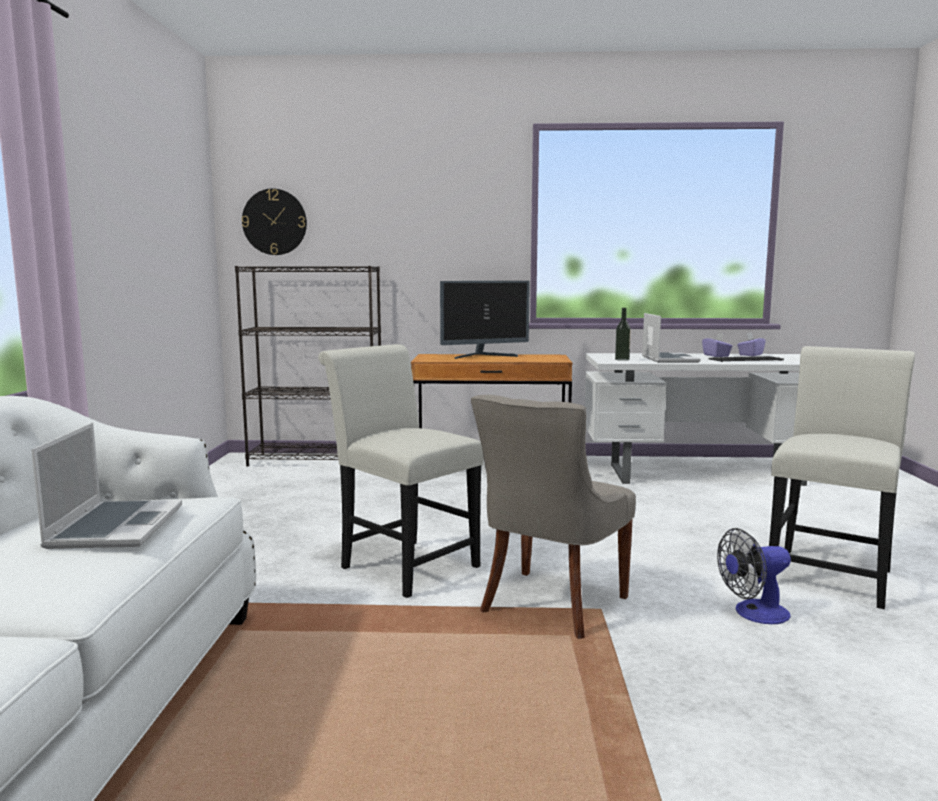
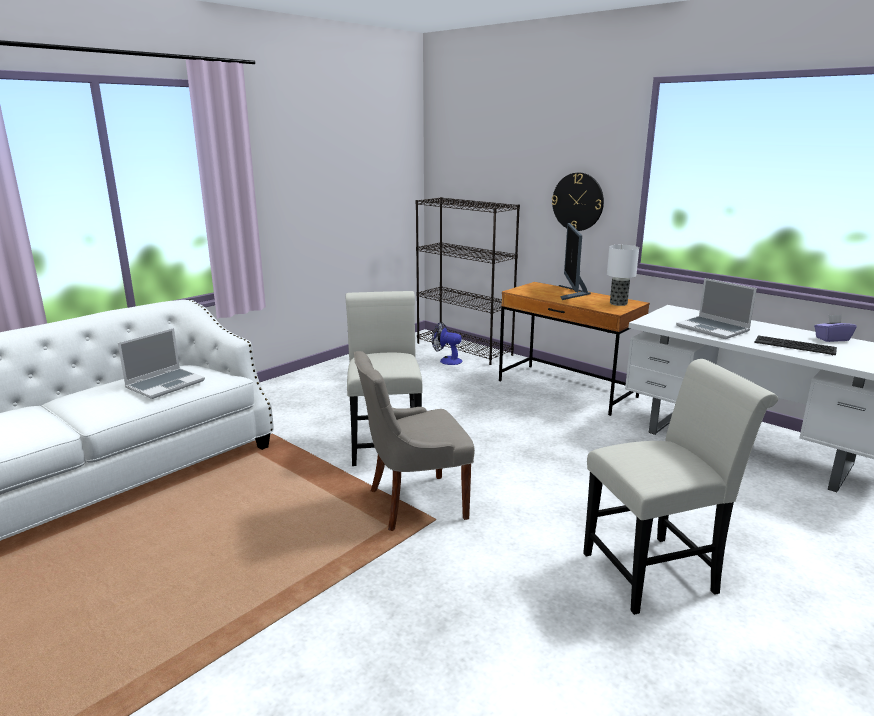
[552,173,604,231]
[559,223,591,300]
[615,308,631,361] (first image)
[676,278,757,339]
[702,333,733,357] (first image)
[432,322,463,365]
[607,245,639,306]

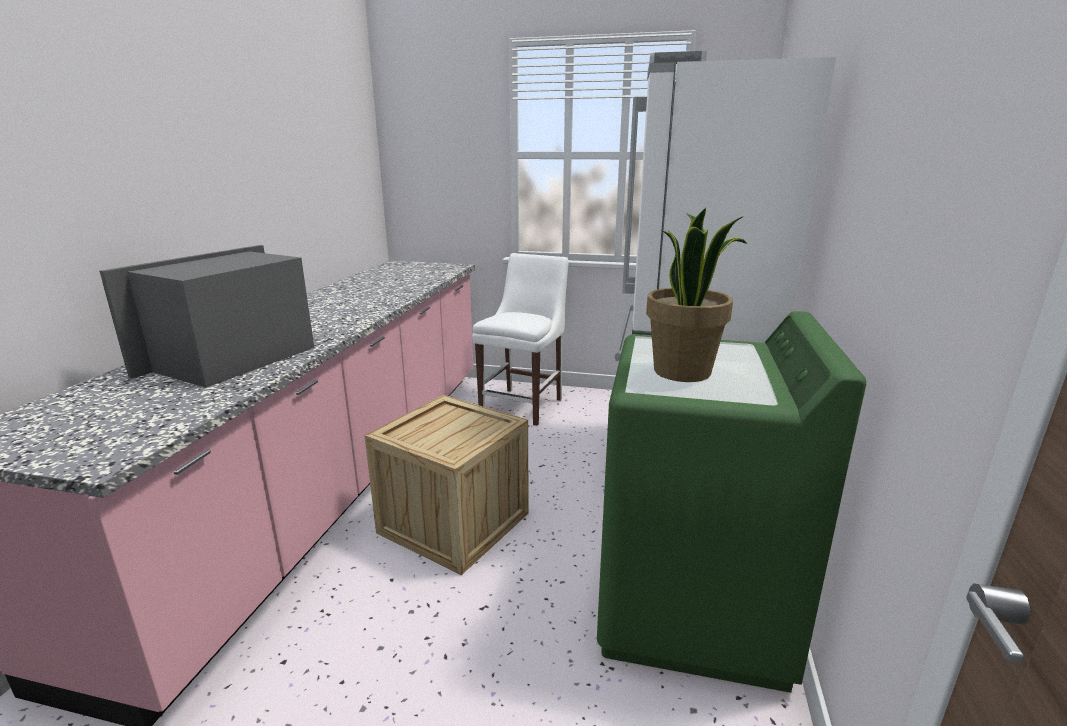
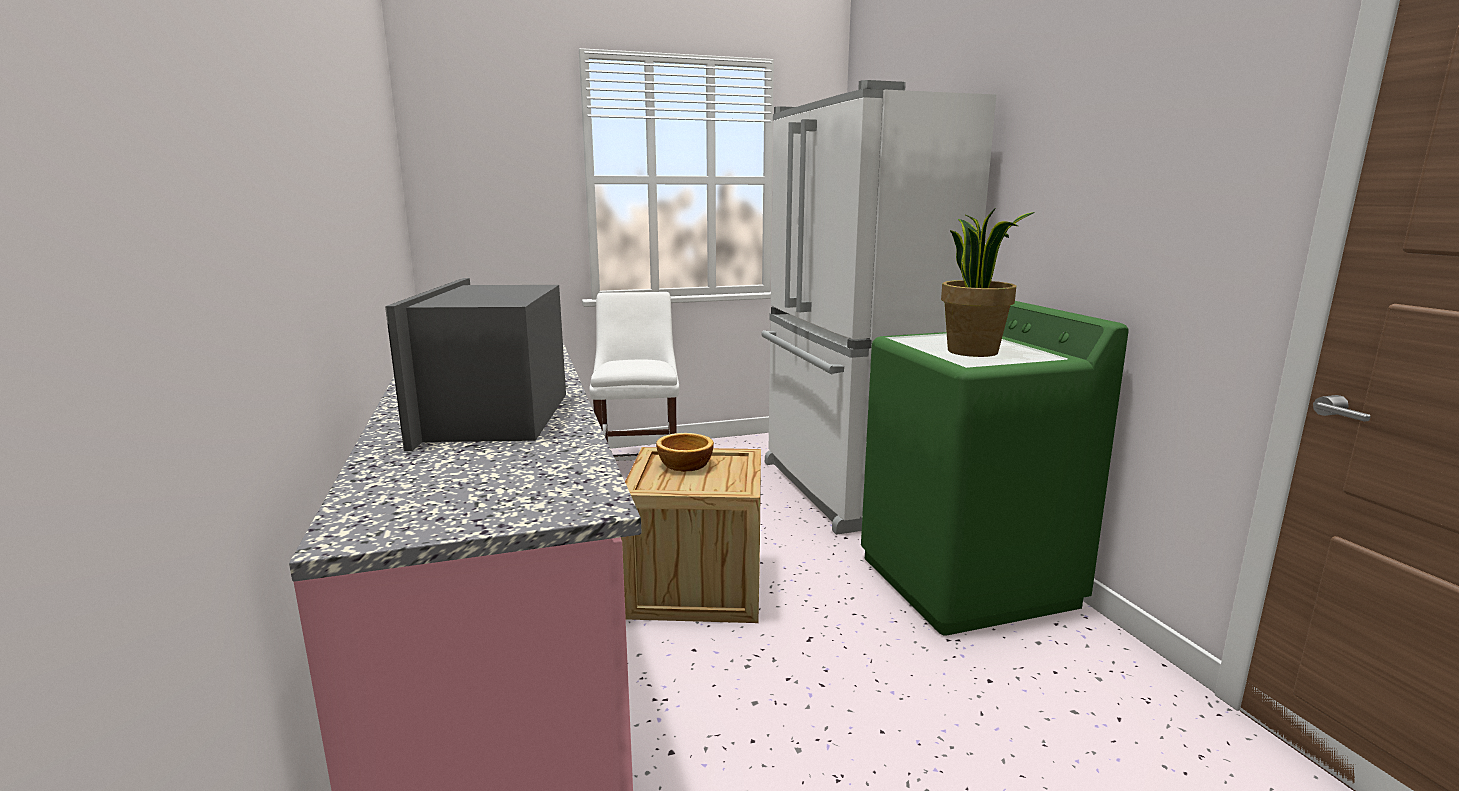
[656,433,714,472]

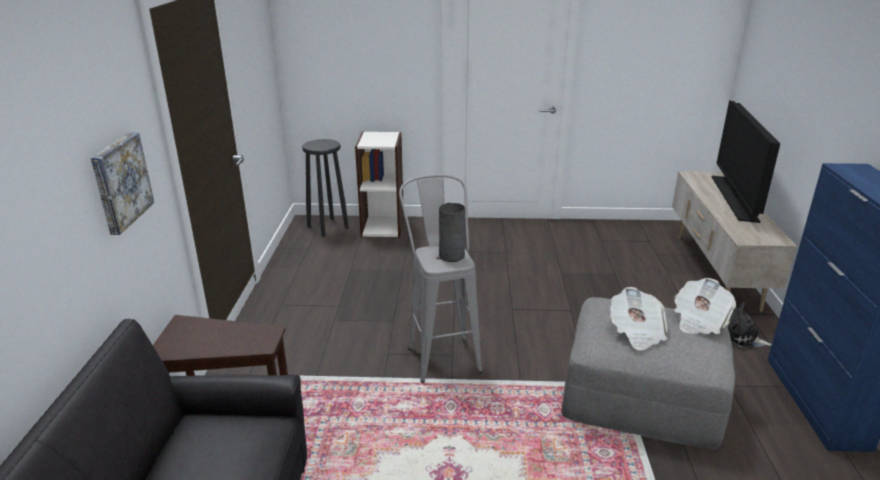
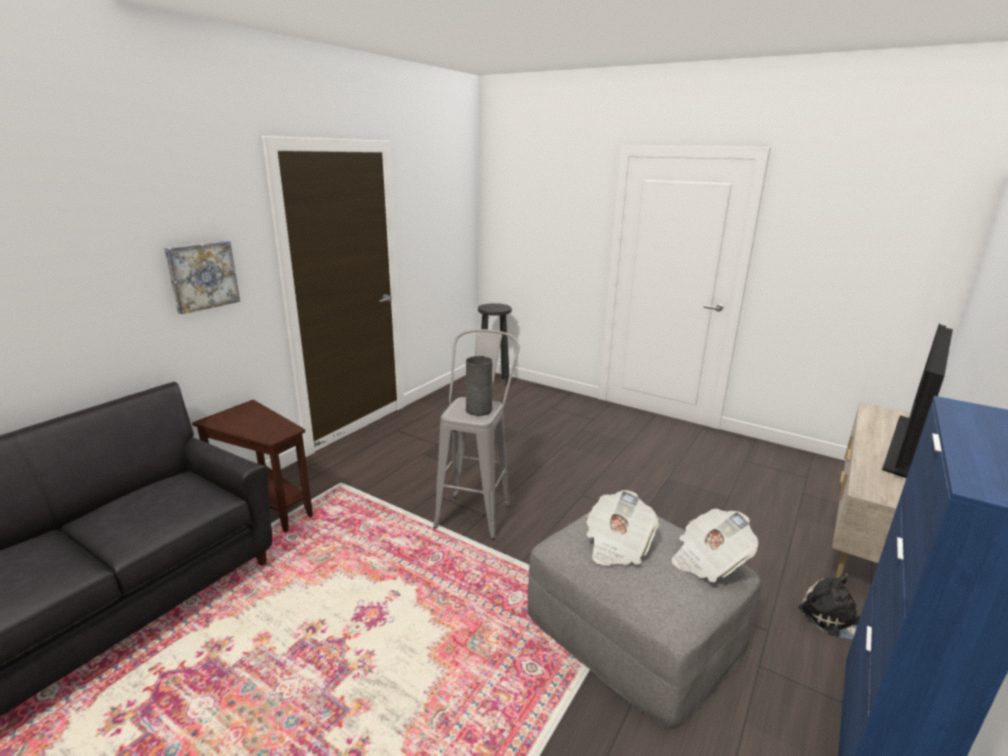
[355,132,404,237] (first image)

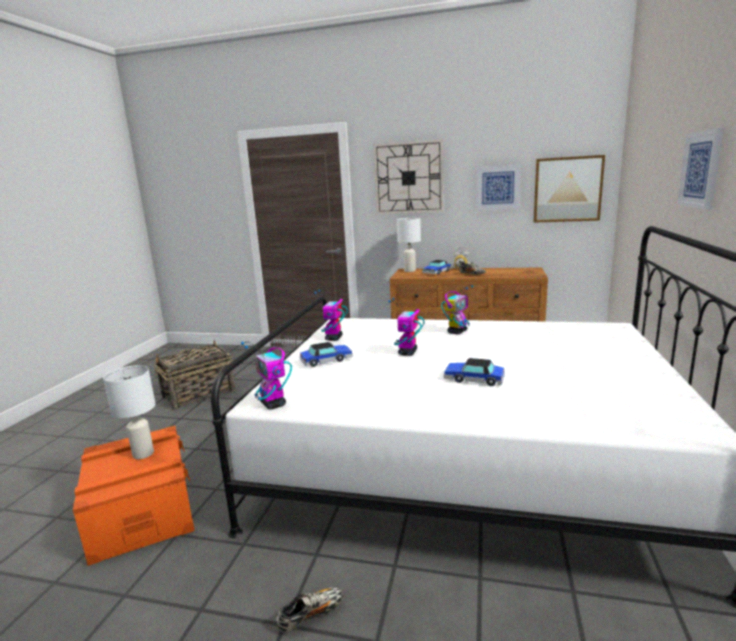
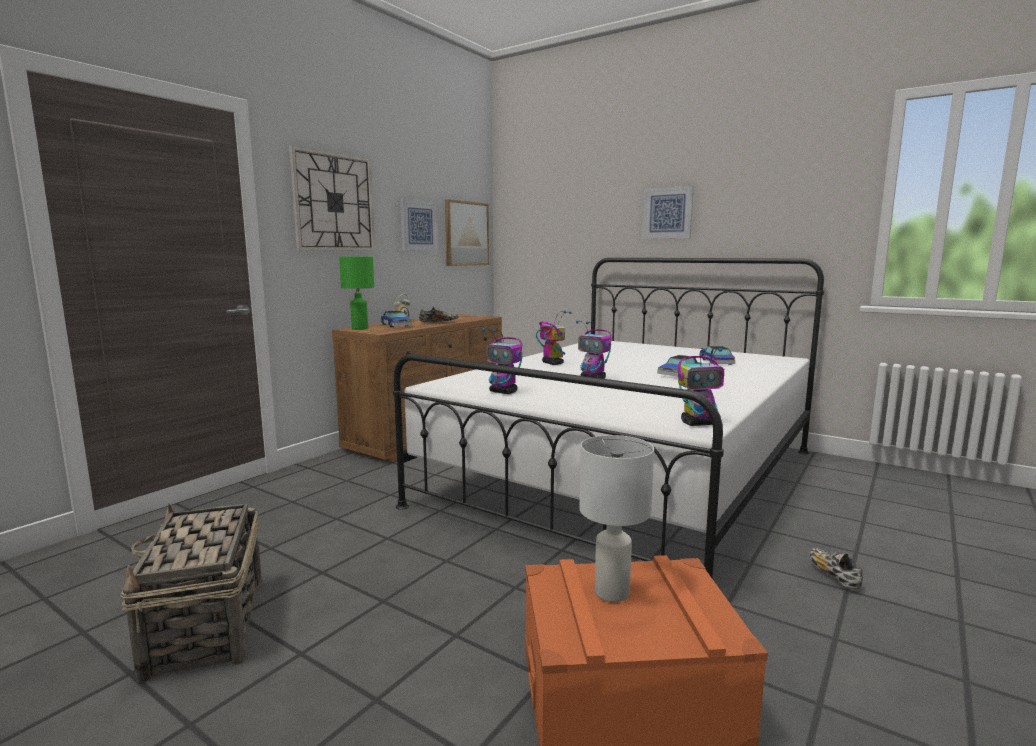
[699,346,735,365]
[339,257,374,330]

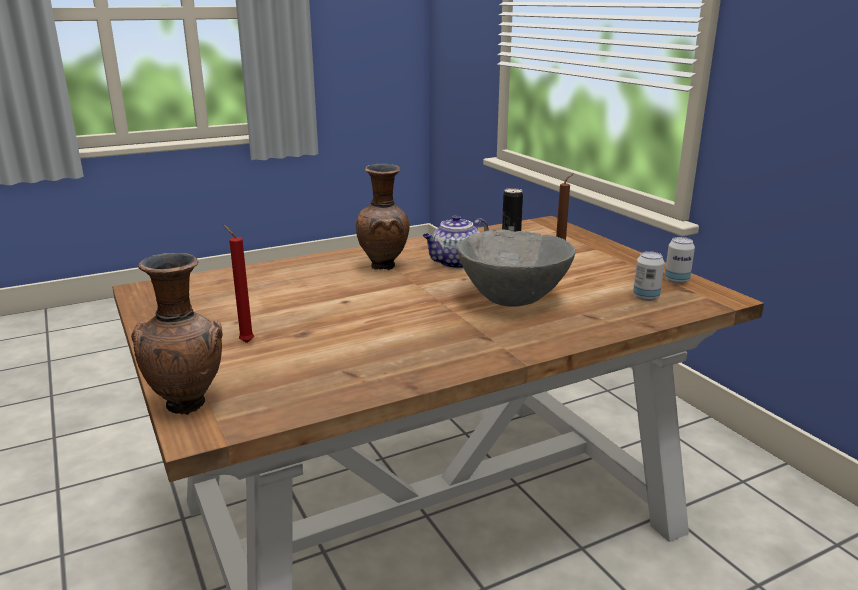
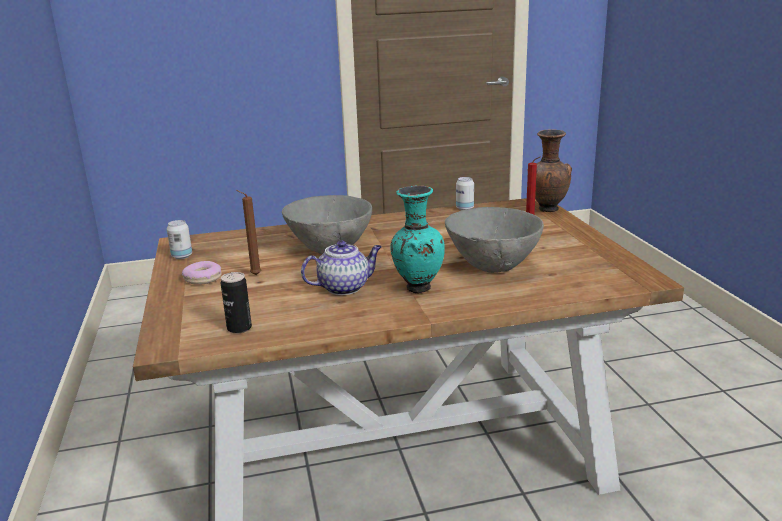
[390,186,445,294]
[456,177,474,210]
[182,261,222,285]
[445,207,544,273]

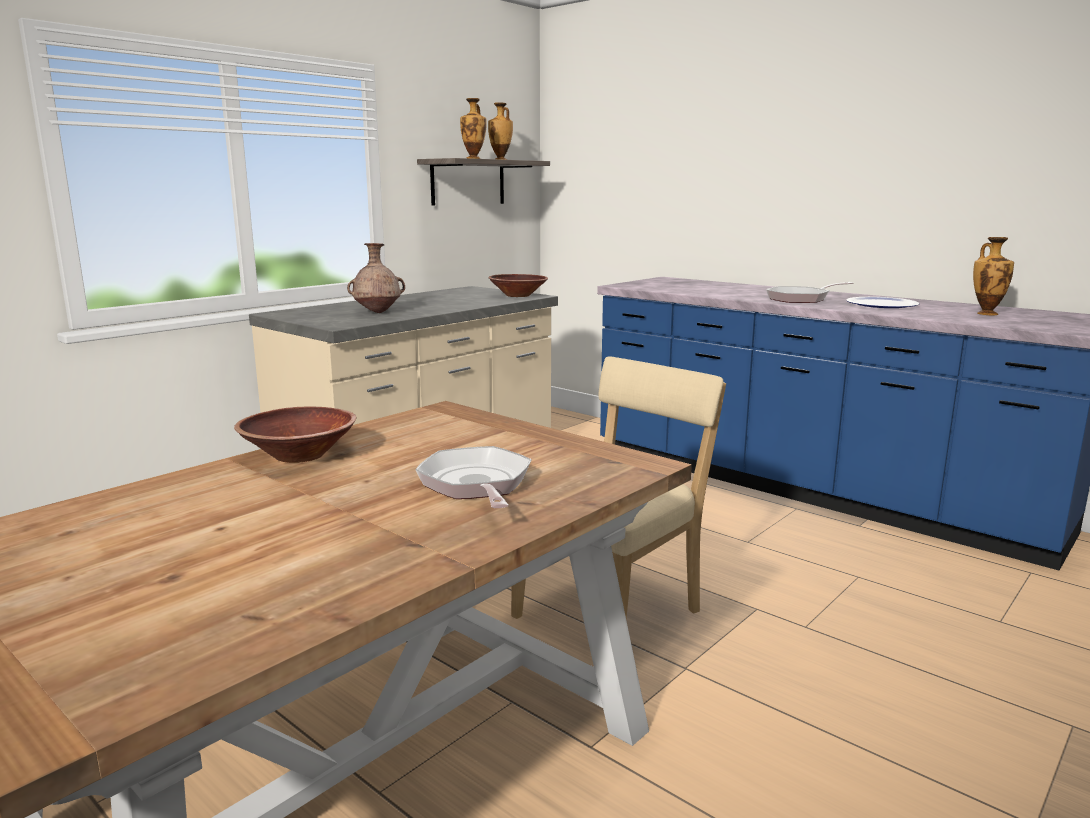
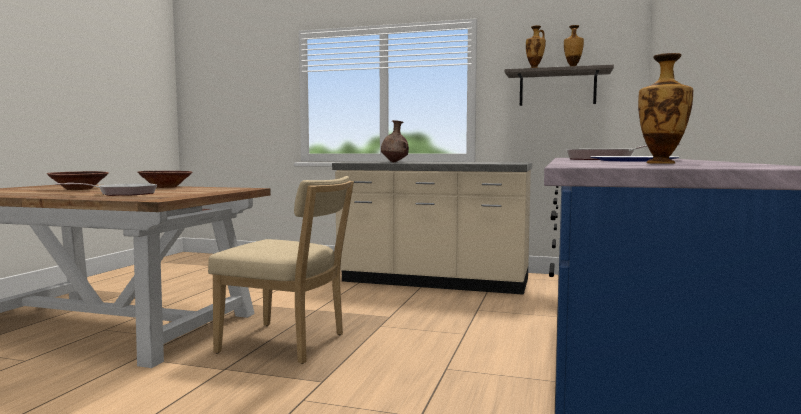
[47,171,109,190]

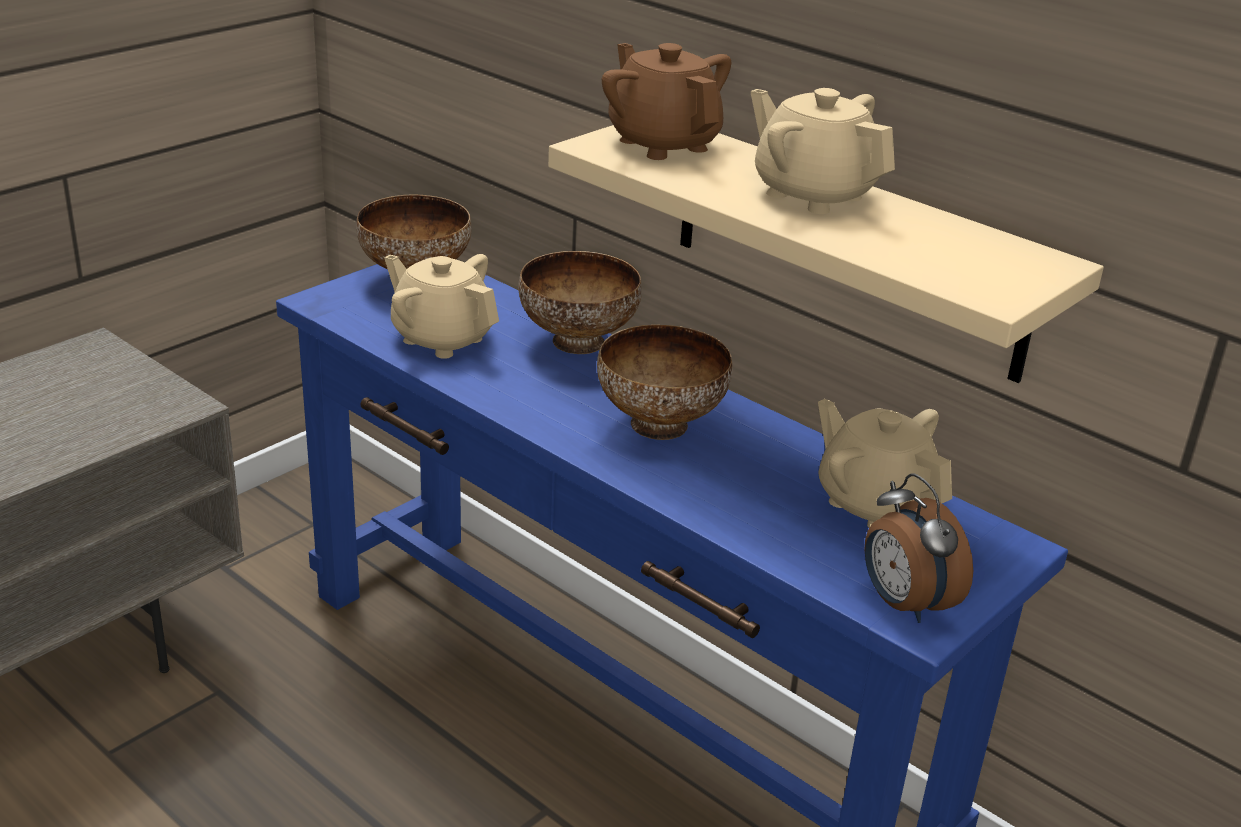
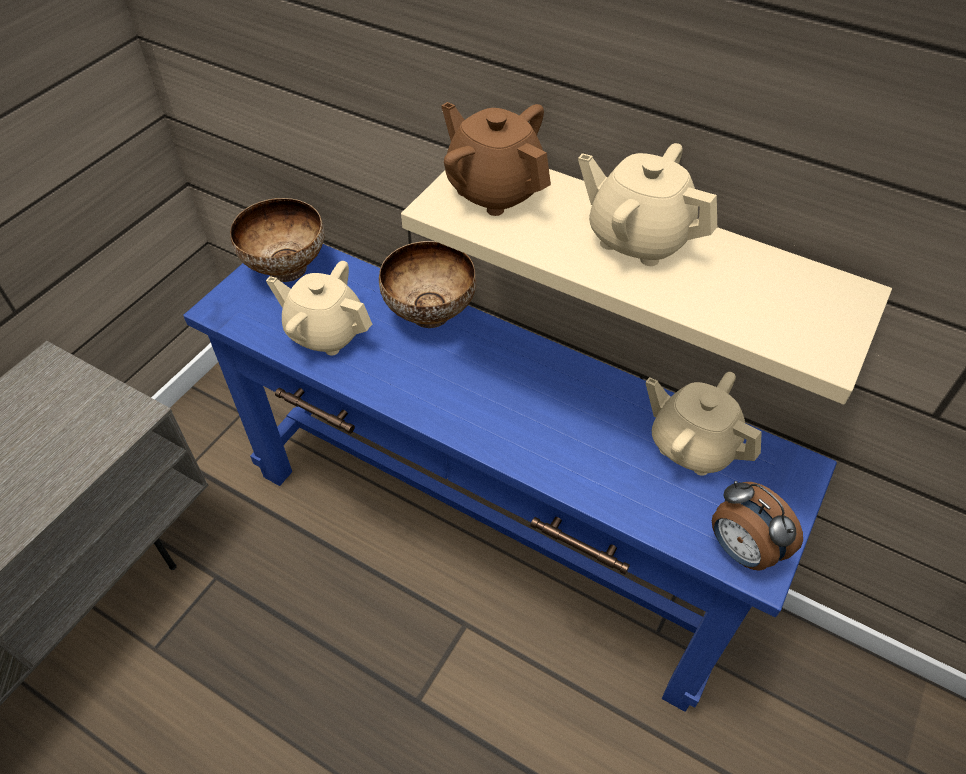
[597,325,733,440] (first image)

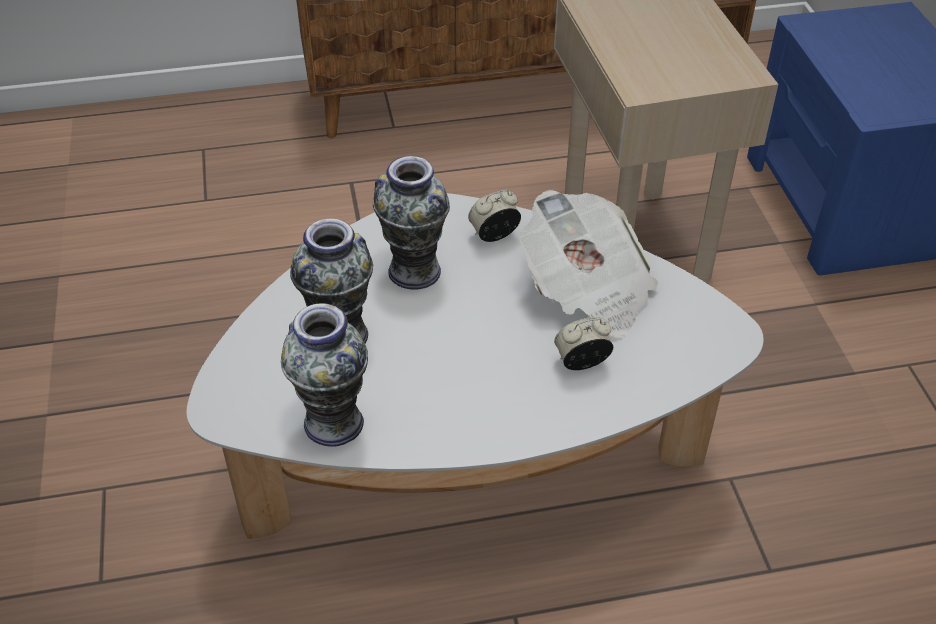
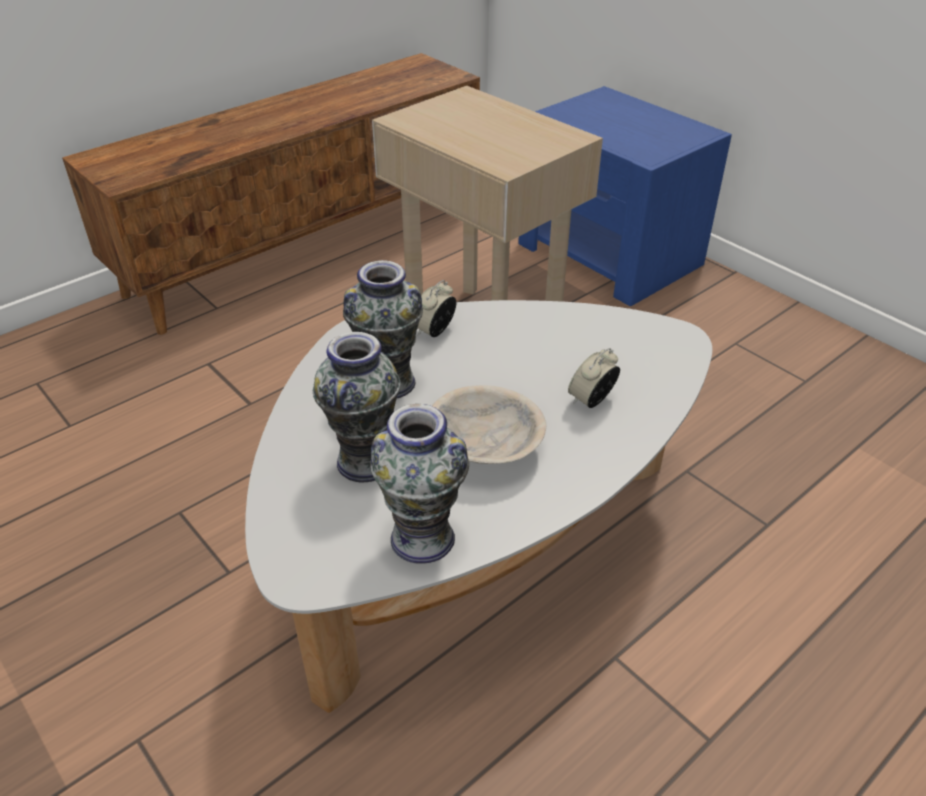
[520,190,658,338] (first image)
[432,385,546,464]

